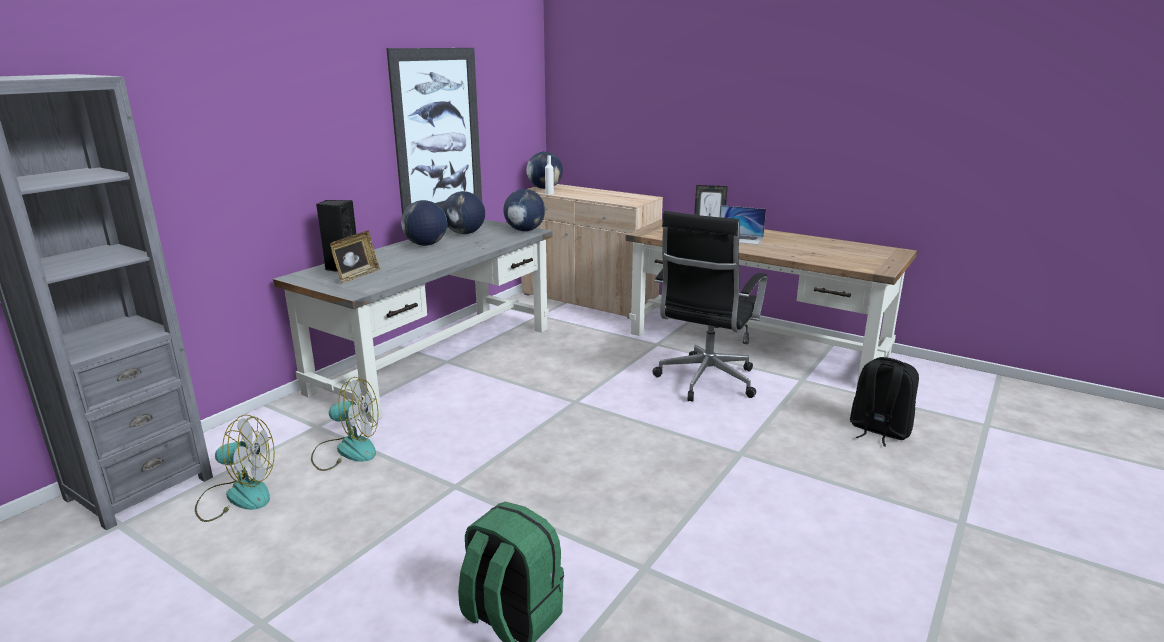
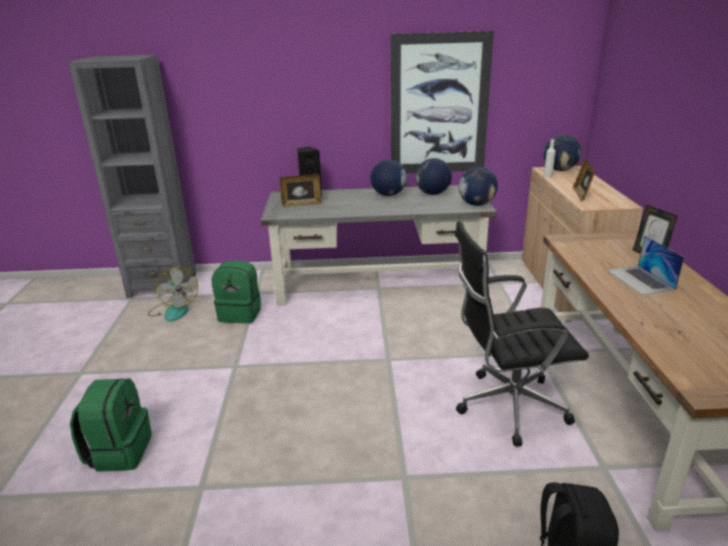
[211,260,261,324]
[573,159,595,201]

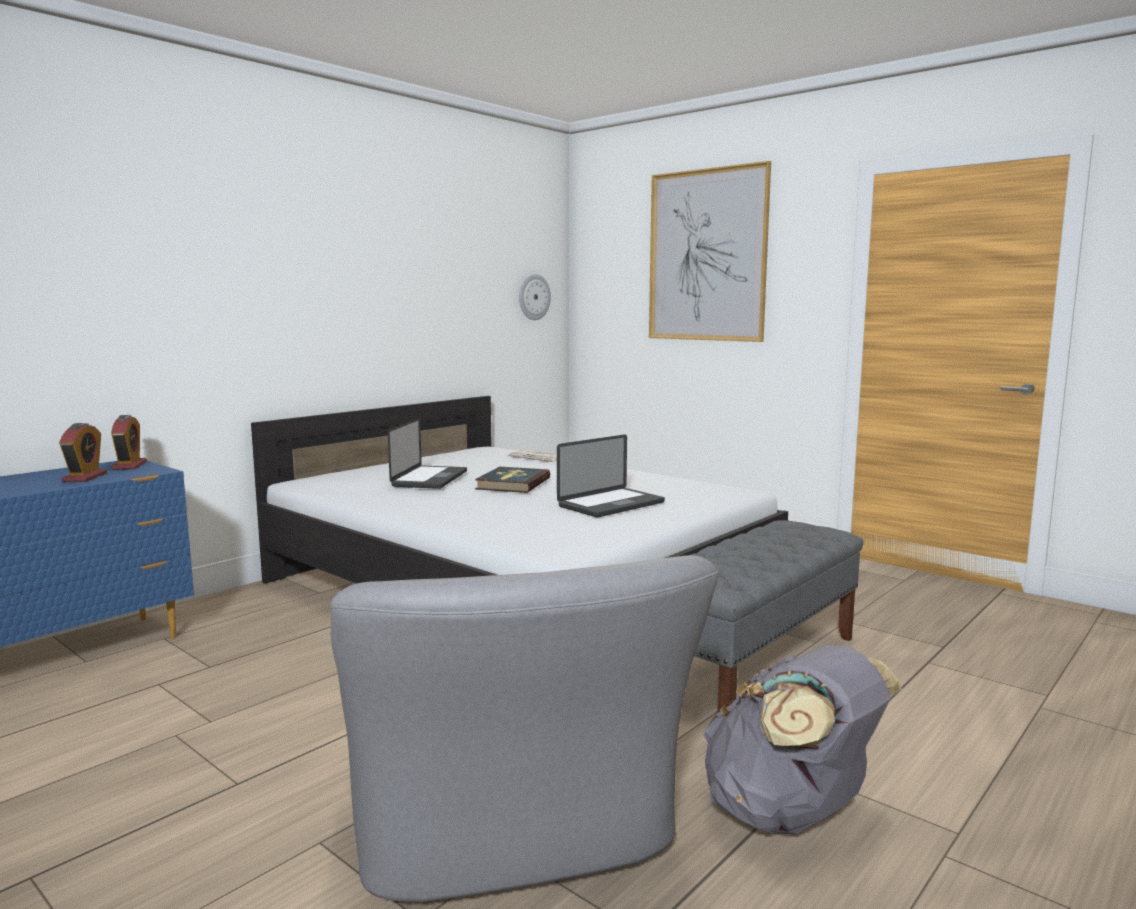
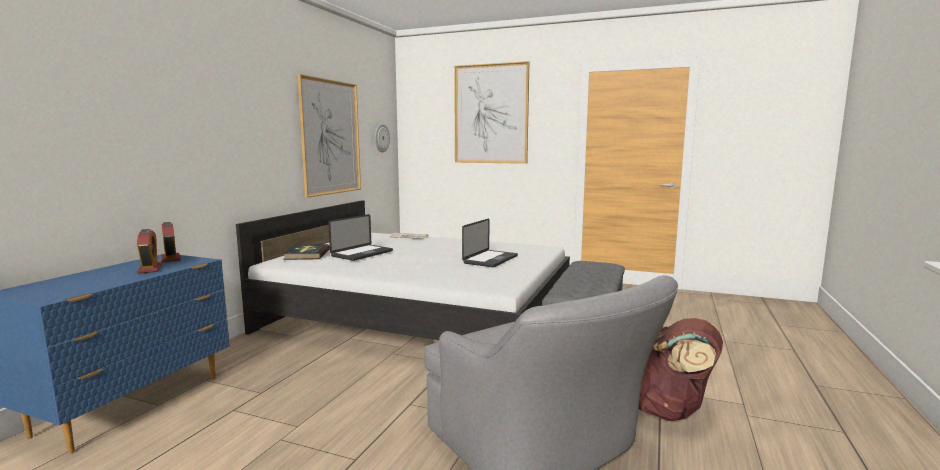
[328,214,393,261]
[283,244,330,260]
[639,318,723,421]
[297,74,361,198]

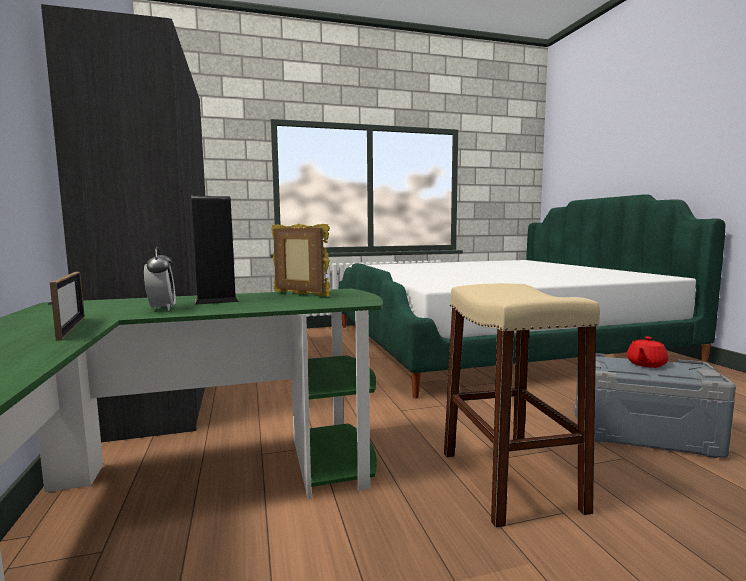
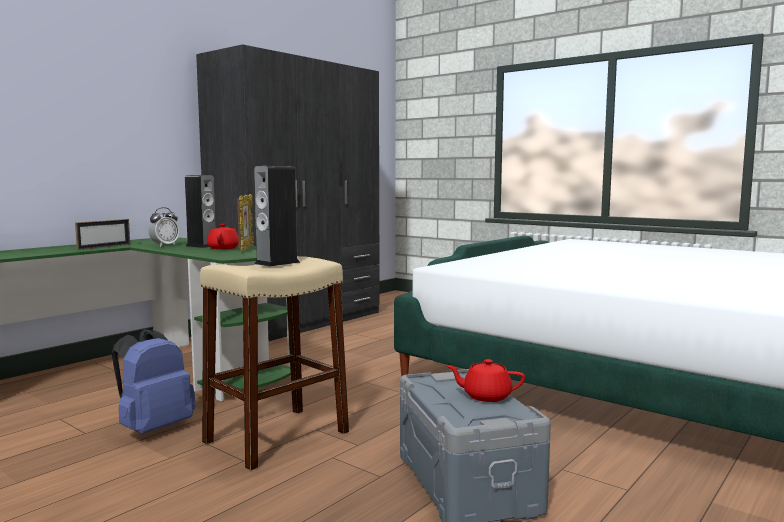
[112,329,196,434]
[207,224,239,249]
[254,166,300,267]

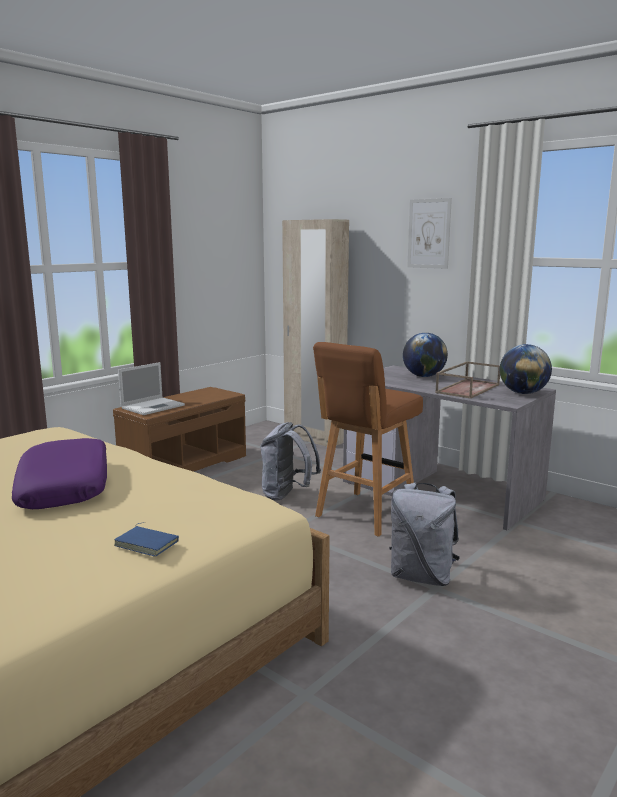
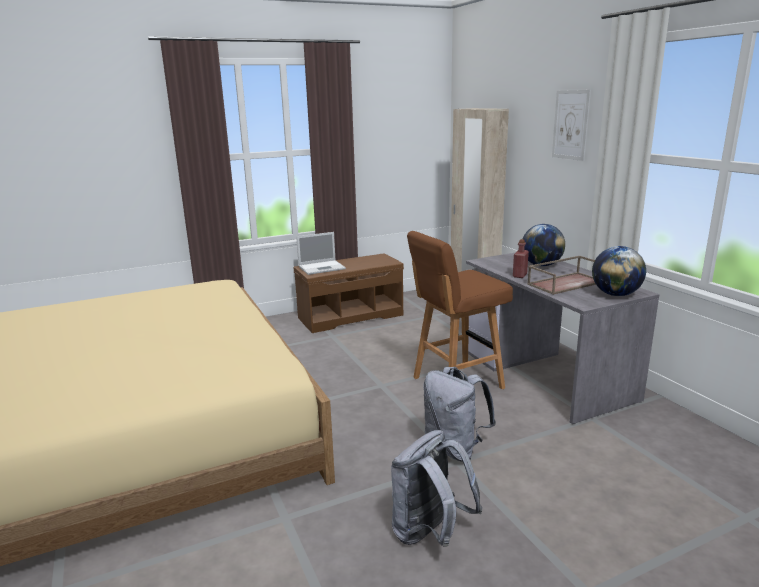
[12,438,107,509] (first image)
[114,522,179,557] (first image)
[391,430,482,547]
[513,239,529,278]

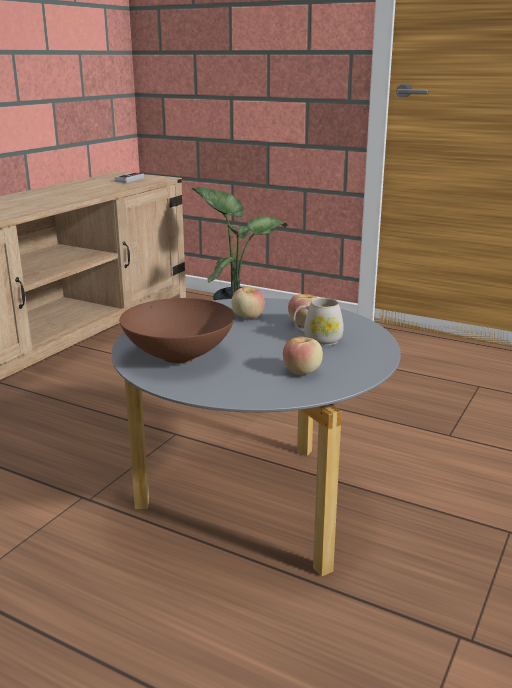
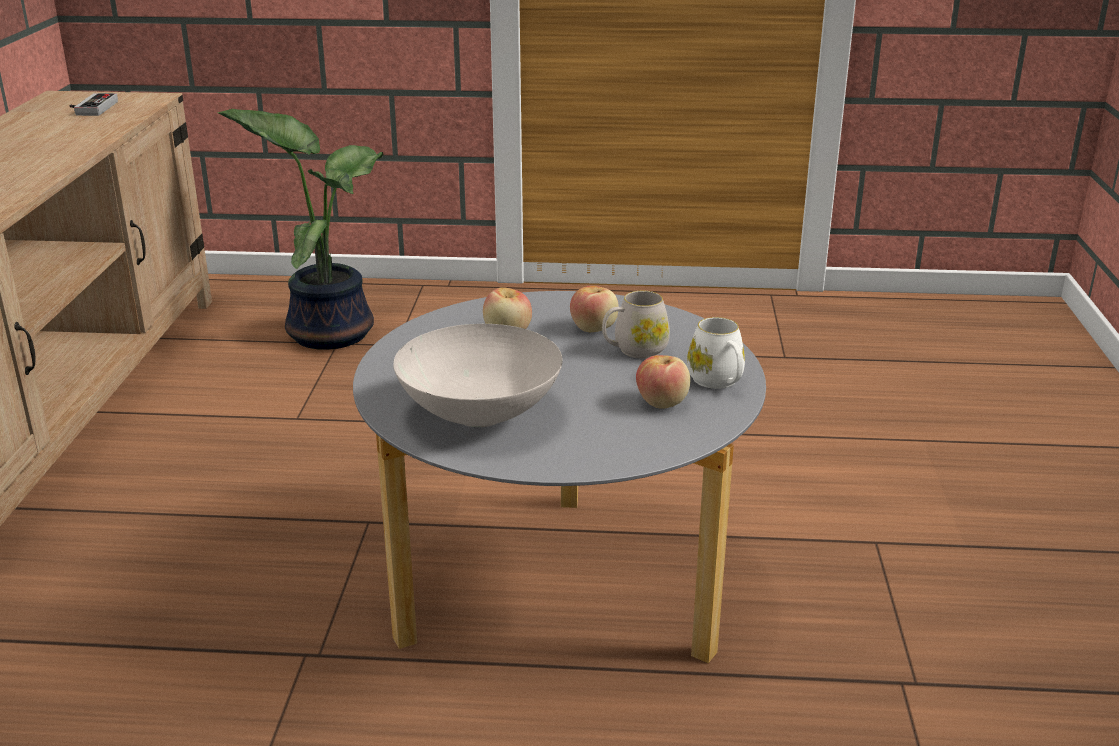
[393,324,563,427]
[687,317,745,389]

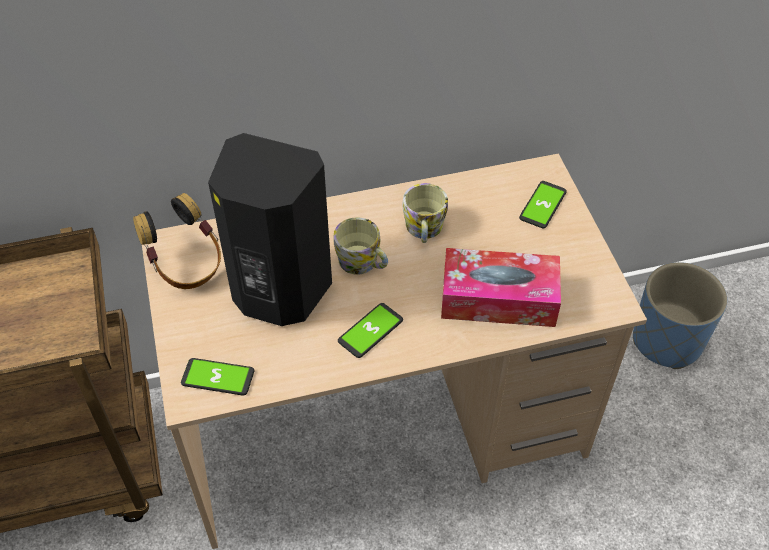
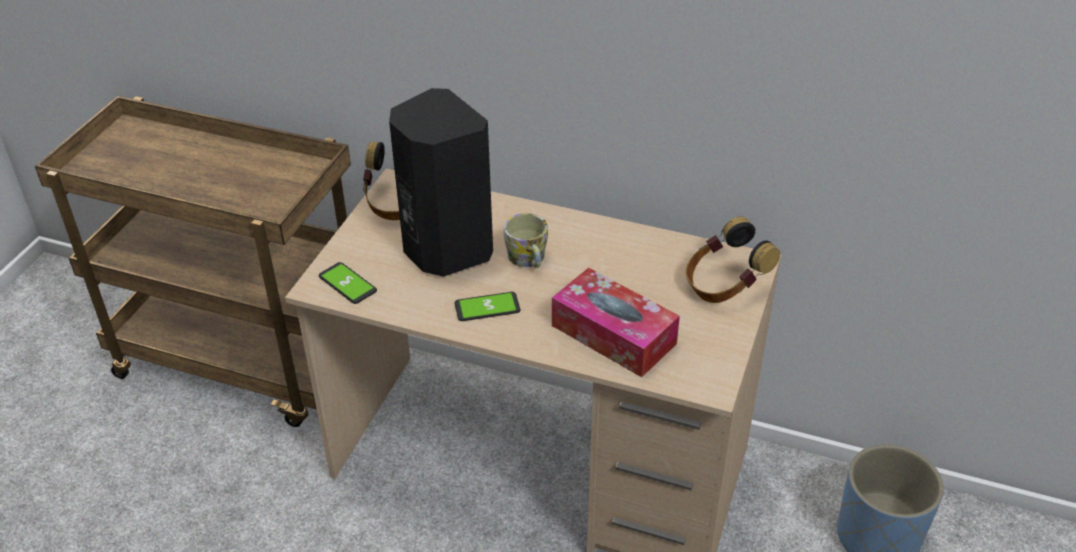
[402,183,448,243] (first image)
[686,217,780,303]

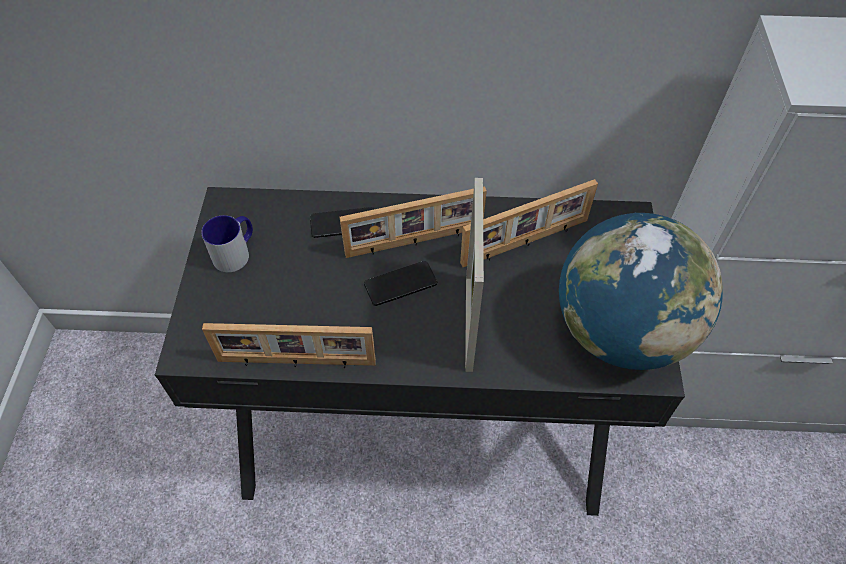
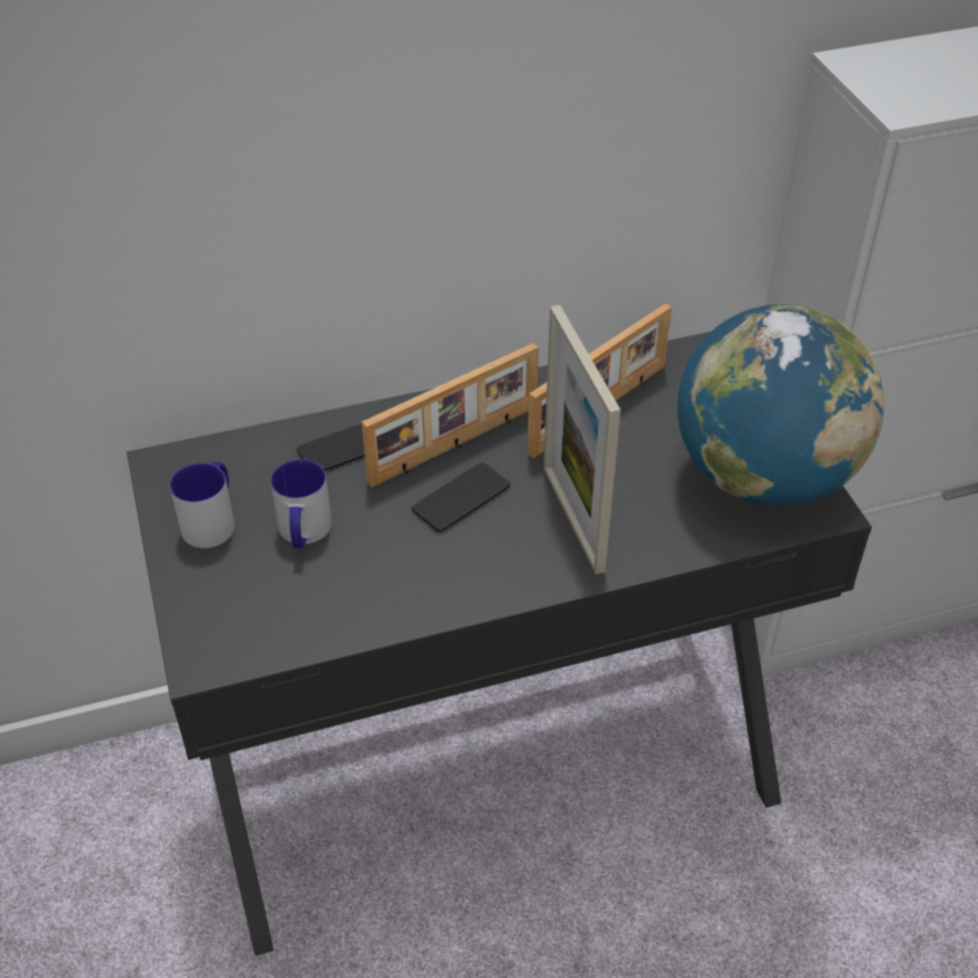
[202,323,376,368] (first image)
[270,459,332,548]

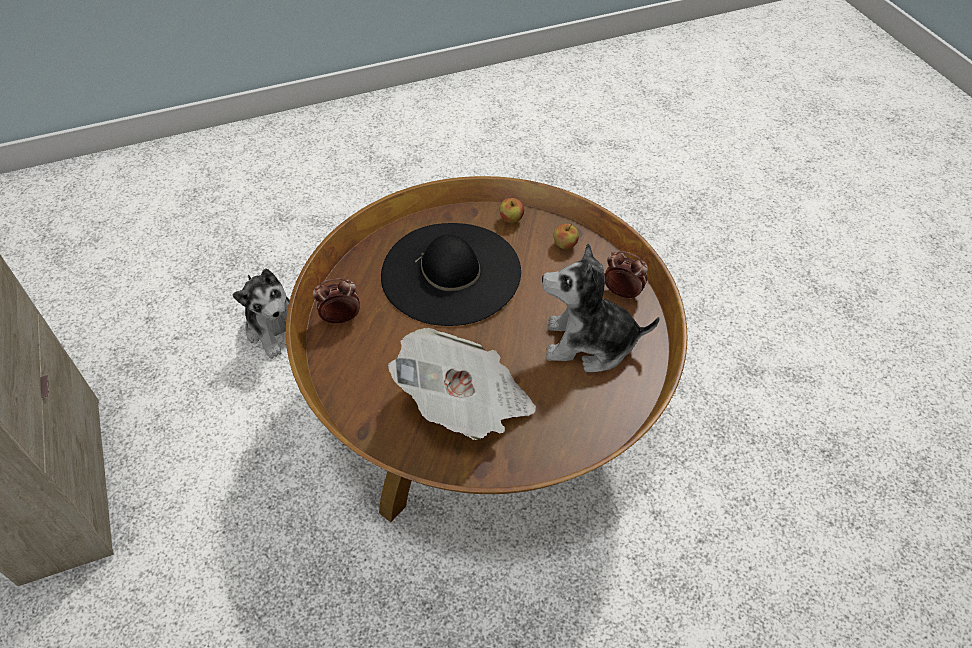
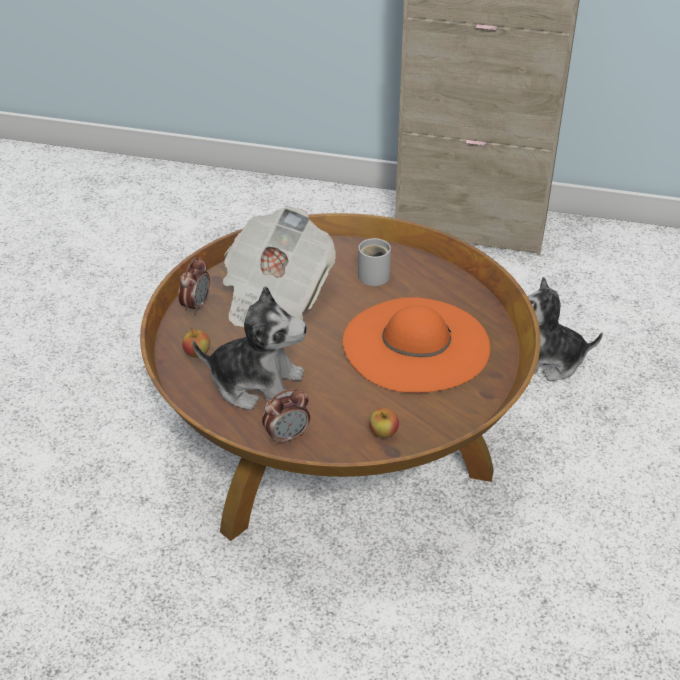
[178,257,210,315]
[342,297,490,393]
[182,328,210,358]
[193,286,307,410]
[358,238,391,286]

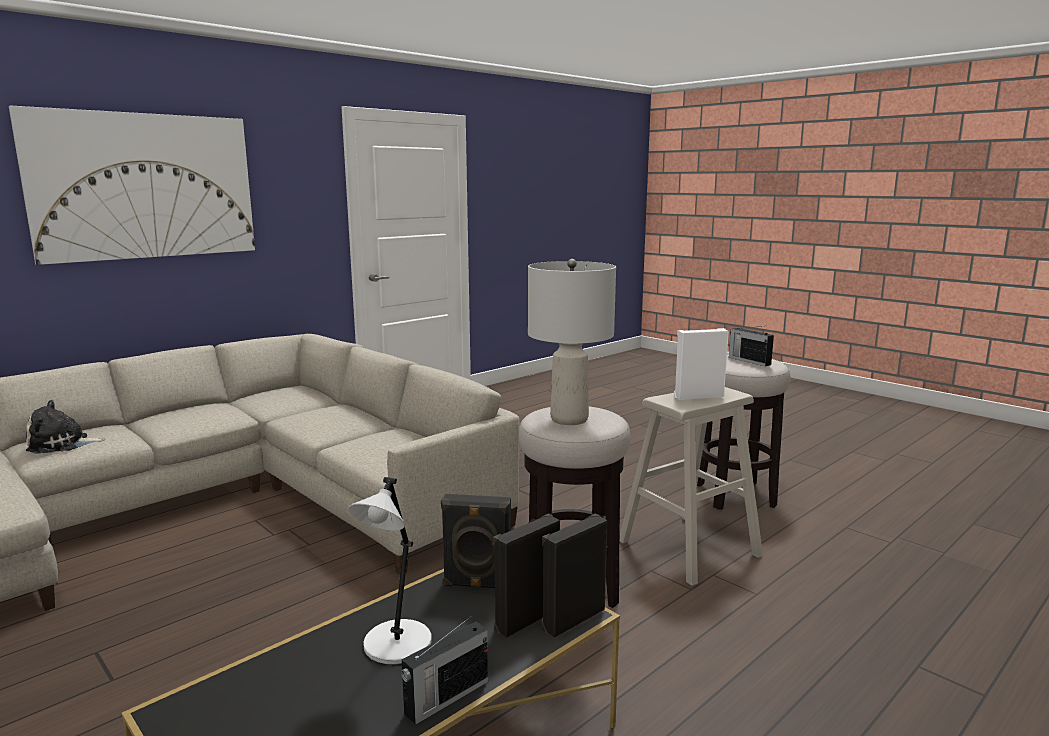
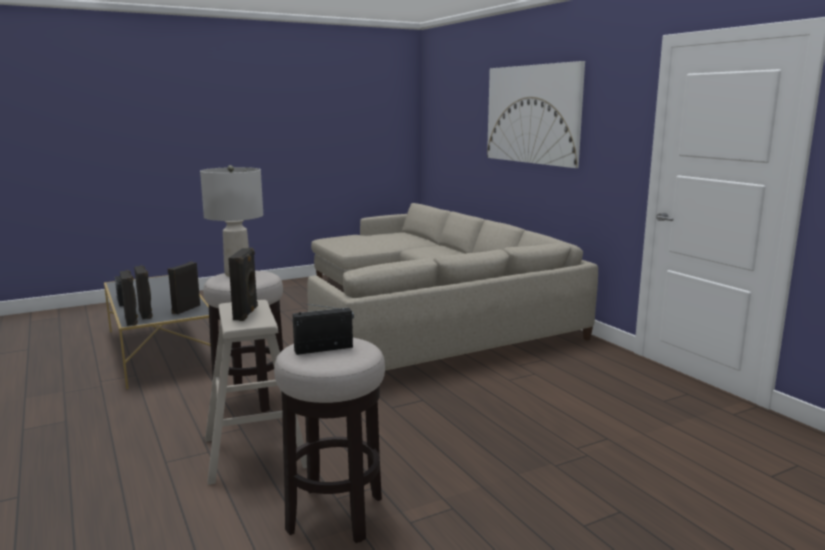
[26,400,106,454] (first image)
[348,477,432,664] (first image)
[228,248,258,321]

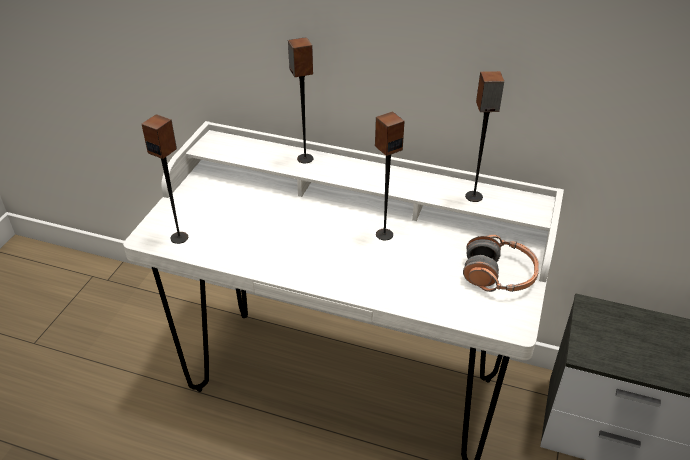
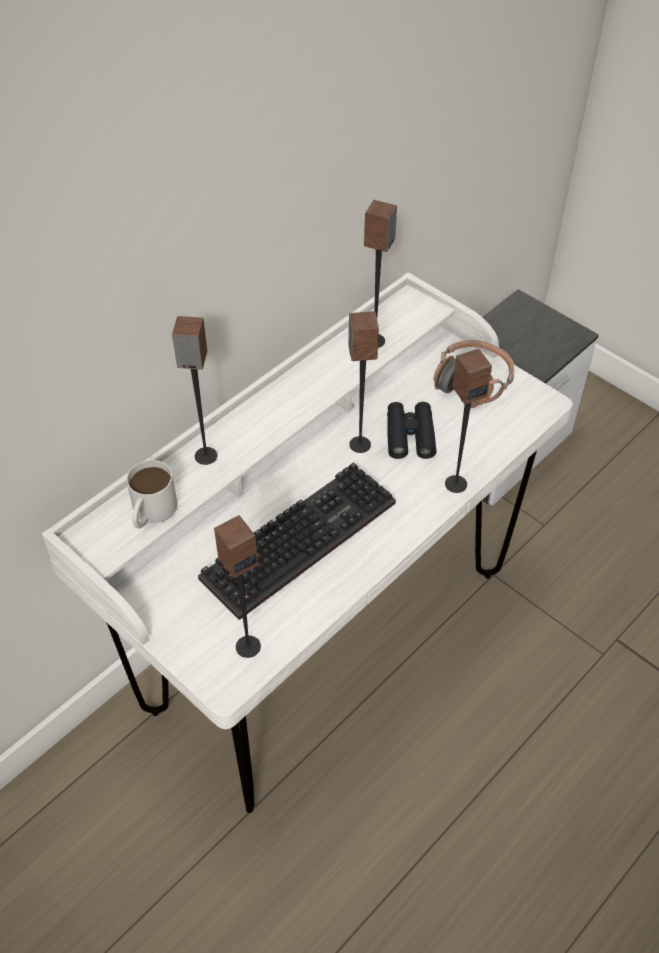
[126,460,177,529]
[198,462,396,620]
[387,402,436,459]
[445,349,492,493]

